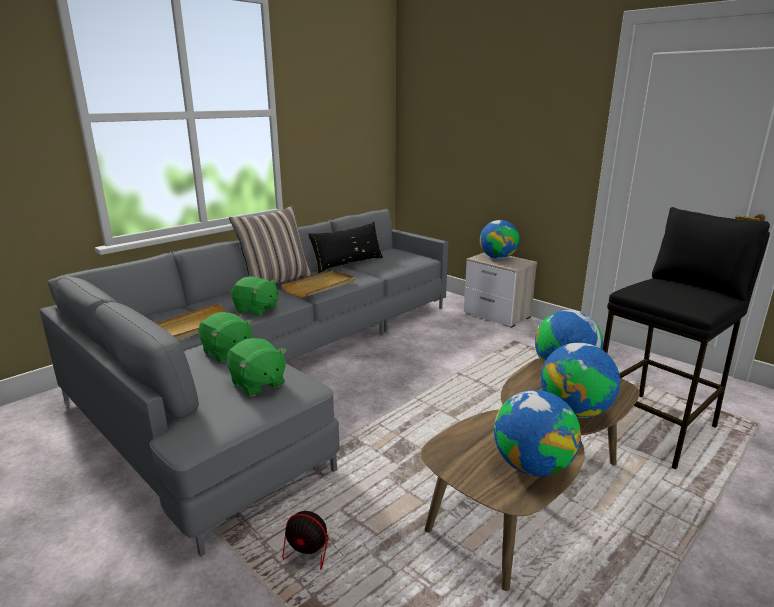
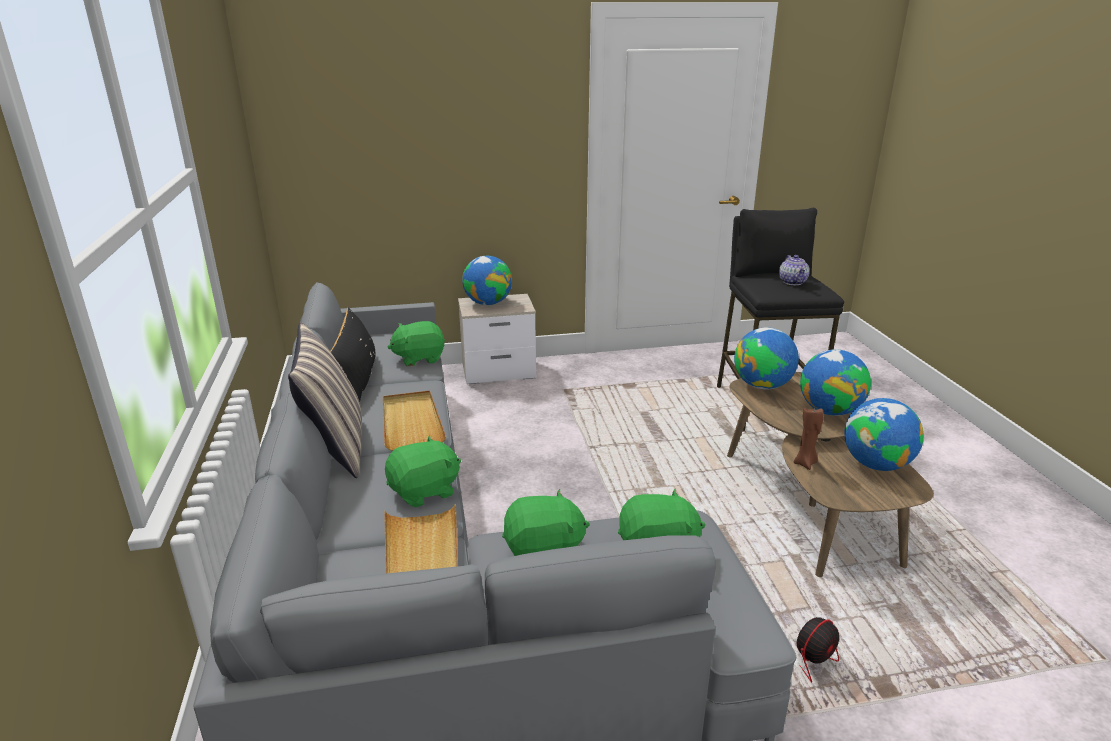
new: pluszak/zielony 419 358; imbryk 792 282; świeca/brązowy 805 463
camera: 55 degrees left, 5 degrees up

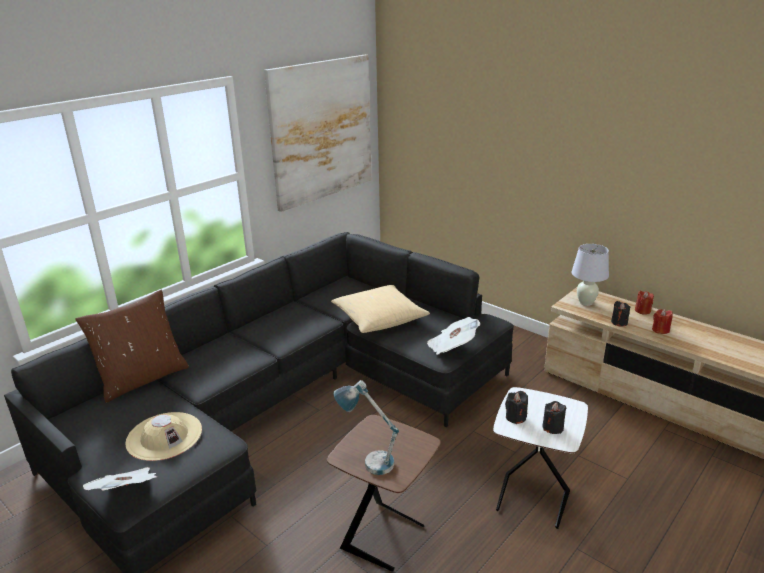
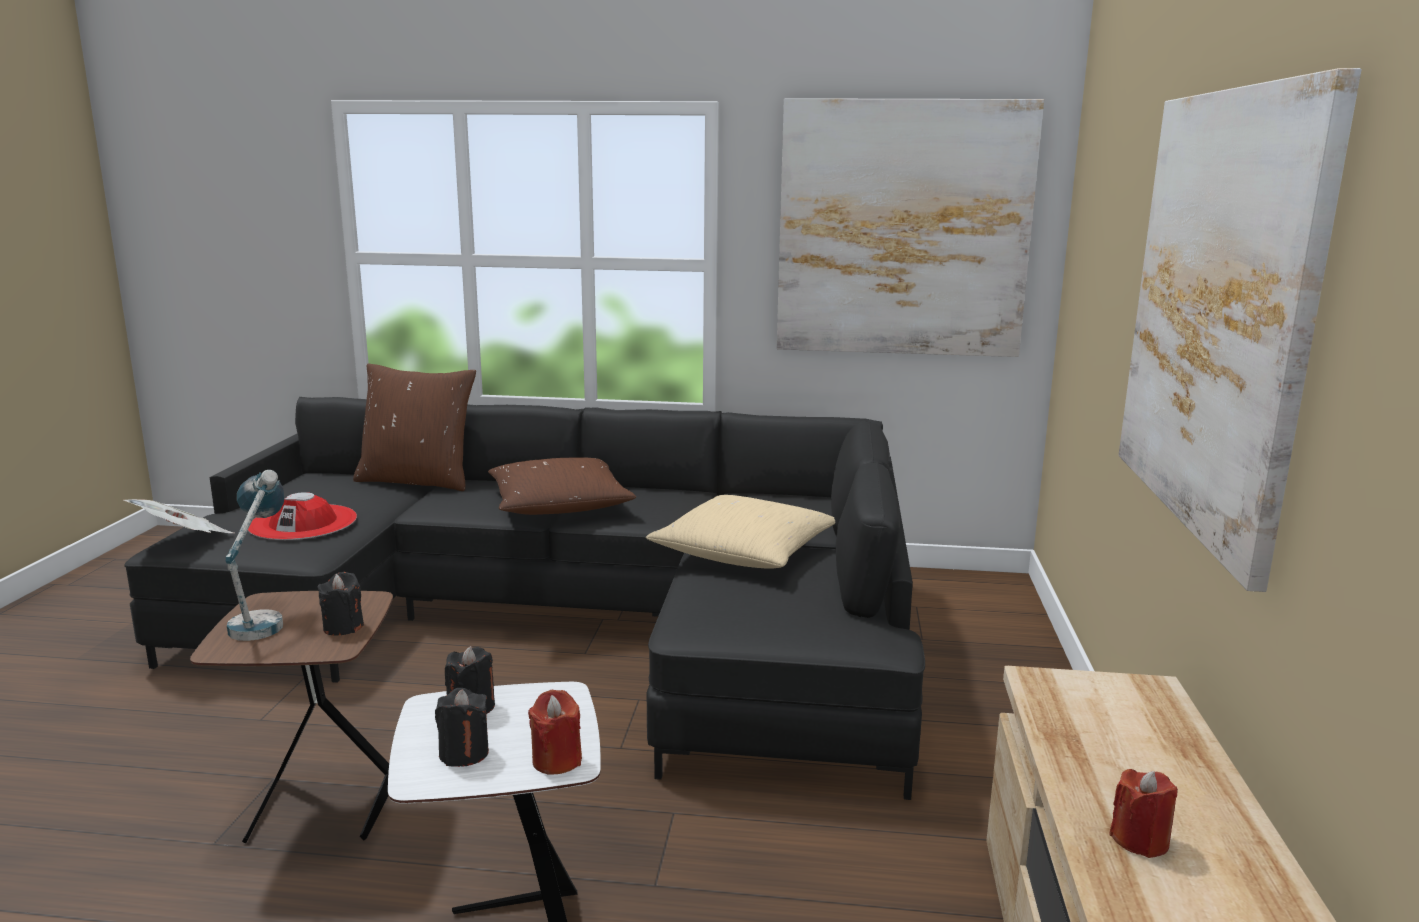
gone: gazeta 452 347; lampa stołowa/biały 586 302
new: poduszka/brązowy 559 505; obraz 1217 312
shifted: świeca/czarny 619 322 to 343 627; świeca/czerwony 642 310 to 557 760
repainted: kapelusz/beżowy 164 436 to kapelusz/czerwony 303 523
camera: 55 degrees right, 10 degrees down

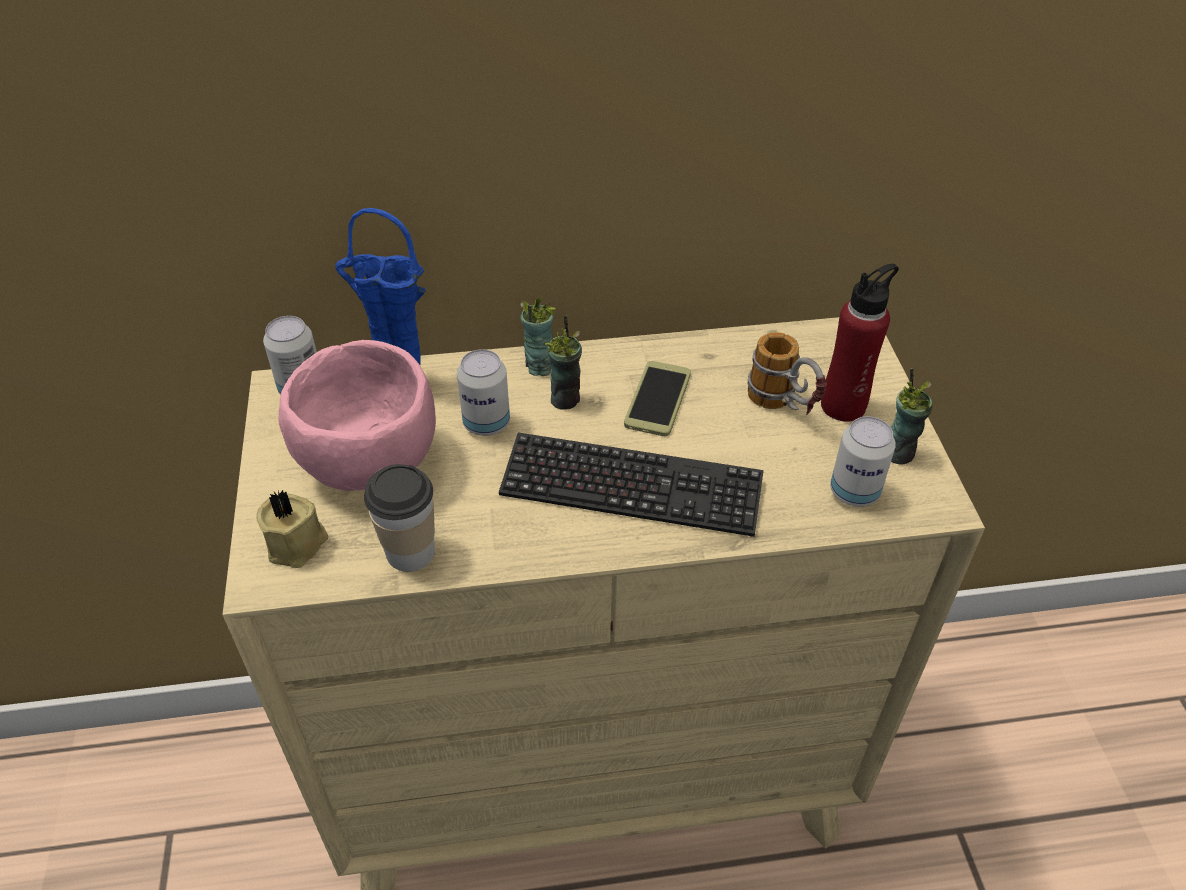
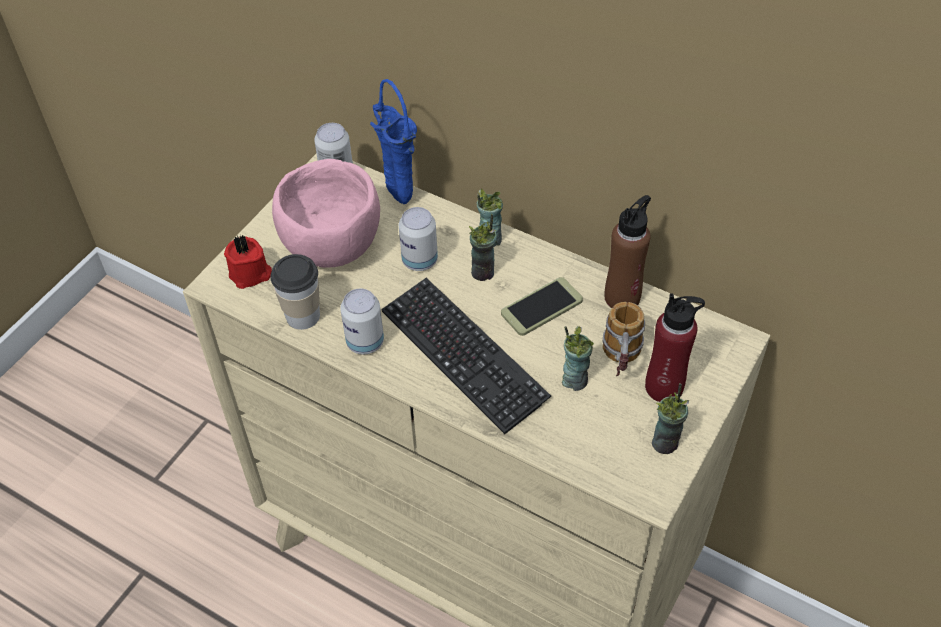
new: filiżanka 574 380; butelka/brązowy 622 297
shifted: puszka 854 492 to 365 342
repainted: świeca/beżowy 298 545 to świeca/czerwony 251 274
camera: 40 degrees right, 5 degrees up

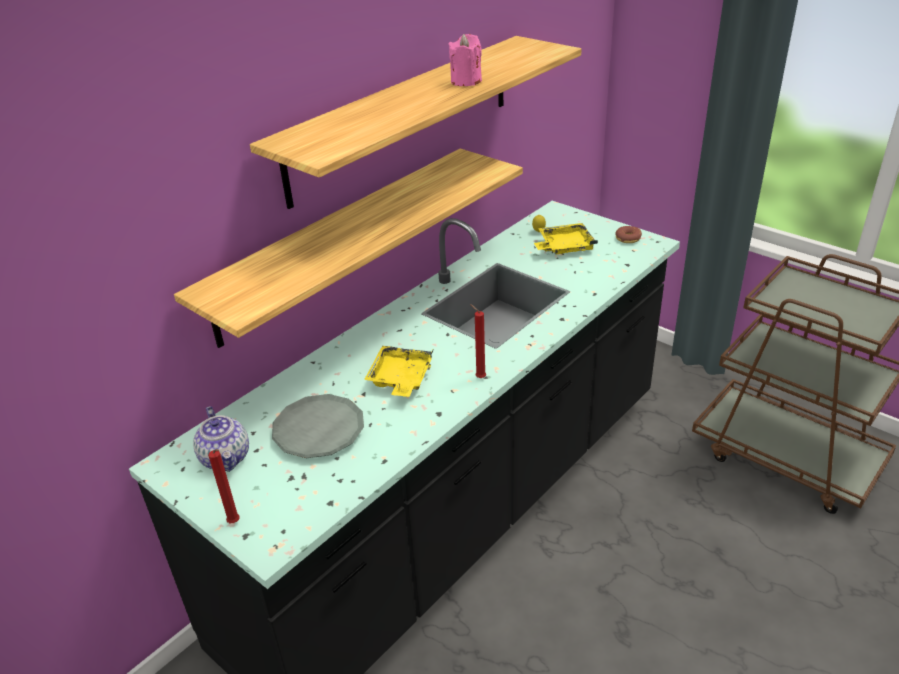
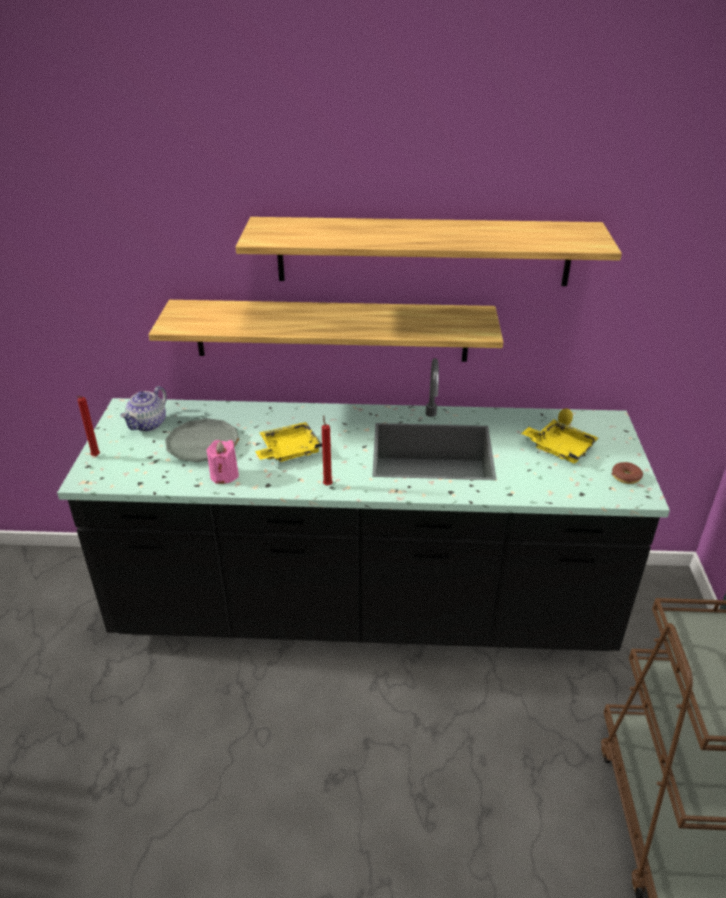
shifted: świeca/różowy 466 81 to 224 475
camera: 50 degrees right, 0 degrees up

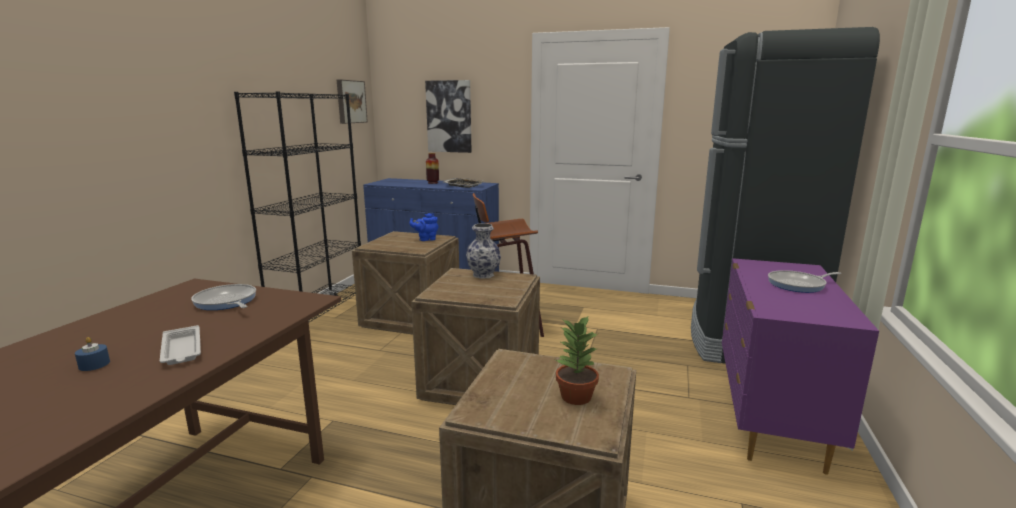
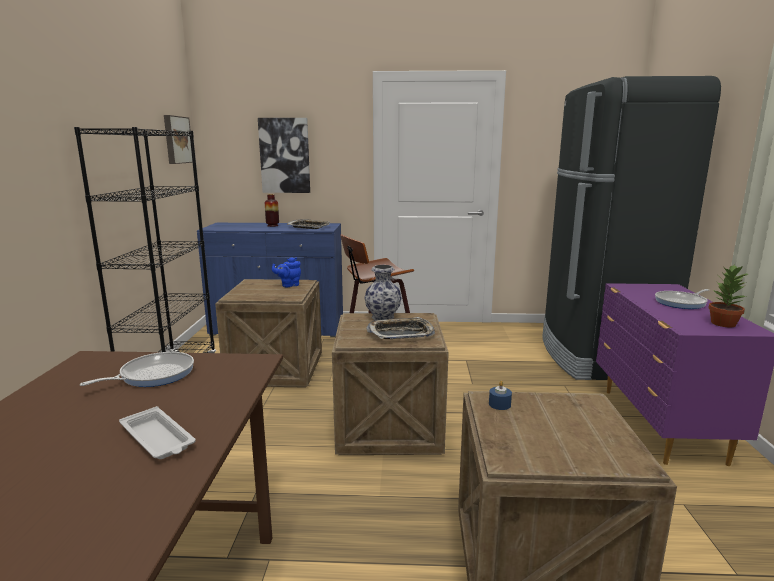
new: taca 401 333
shifted: świeca/niebieski 94 364 to 499 404; roślina doniczkowa 575 397 to 723 324
rotated: patelnia 226 302 = 153 375 105 degrees clockwise
camera: 15 degrees left, 0 degrees up

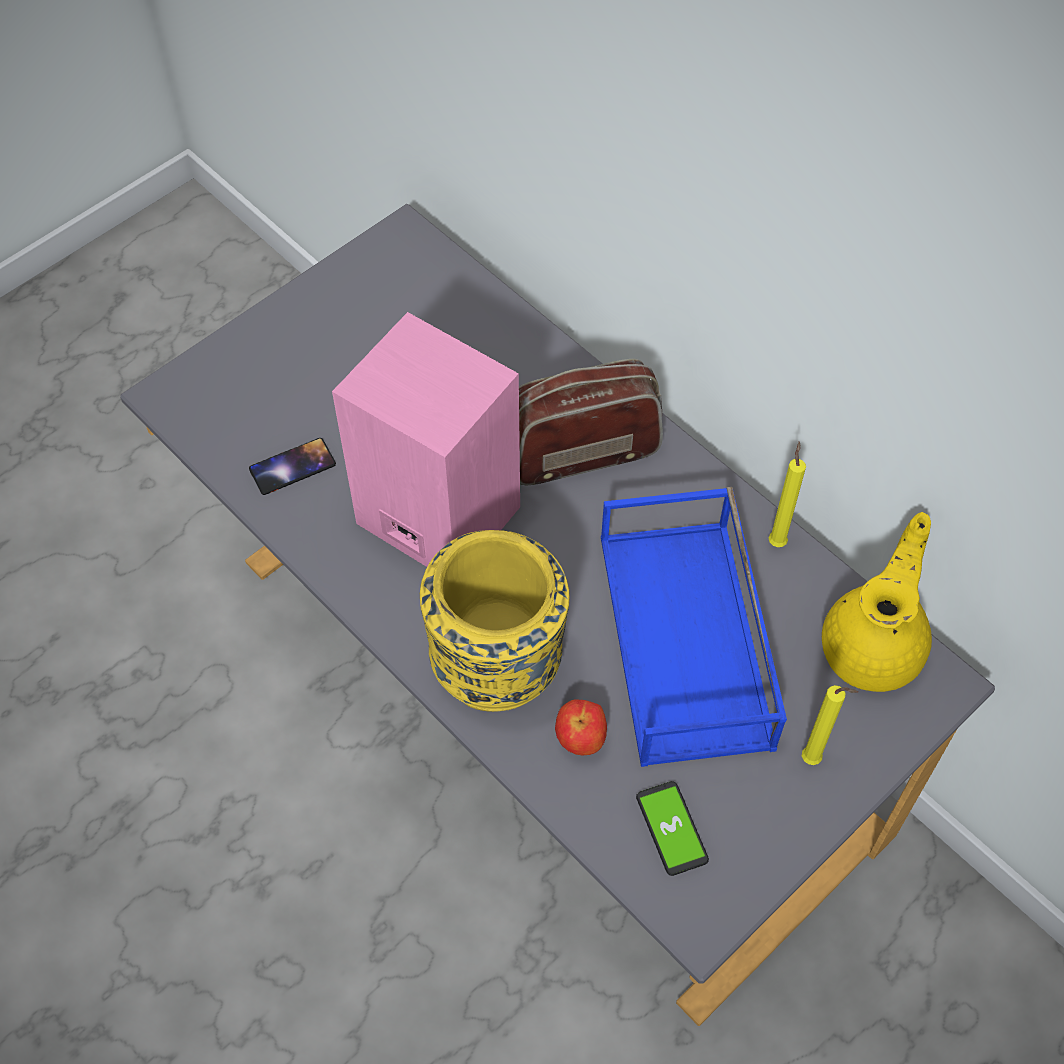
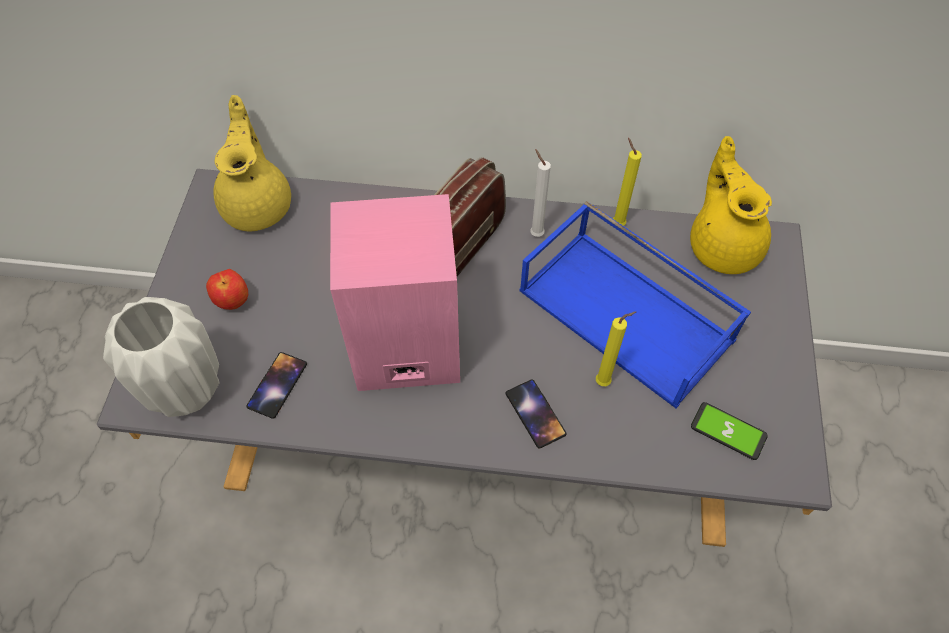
new: wazon/biały 185 390; imbryk/żółty 258 204; świeca/biały 535 233
shifted: jabłko 581 740 to 233 301; świeca/żółty 814 760 to 605 382
swapped: wazon/żółty 497 666 to telefon 535 413
camera: 40 degrees left, 0 degrees up

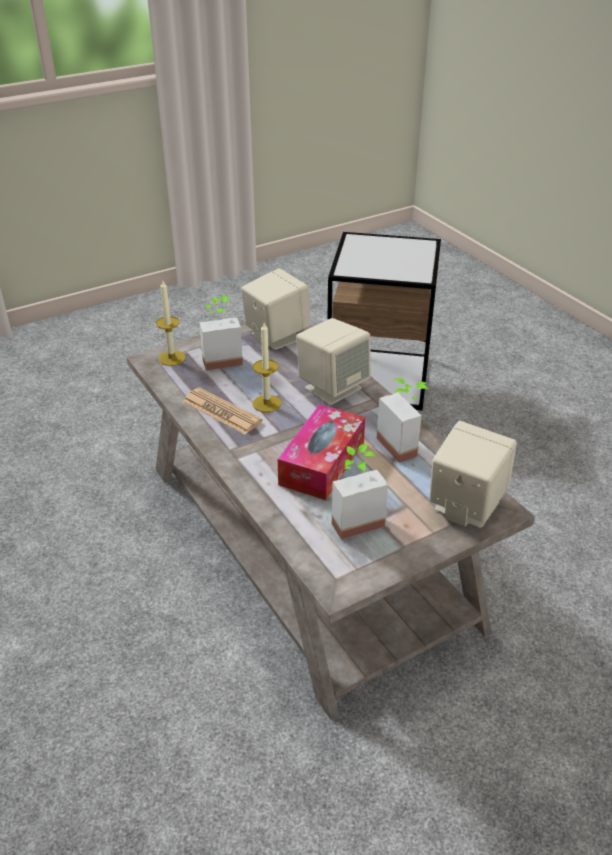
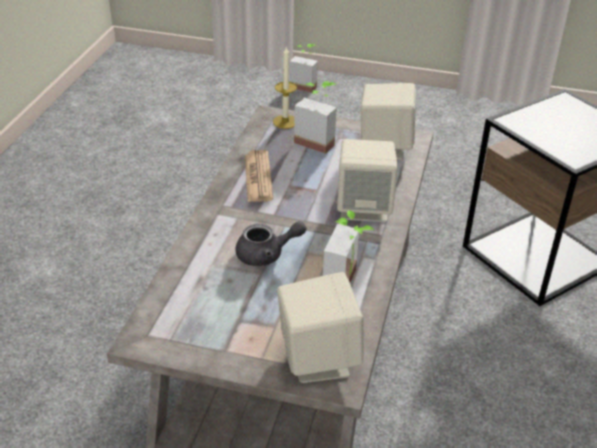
gone: świeca 267 403
shifted: roślina doniczkowa 353 518 to 305 85
swapped: pudełko chusteczek 322 463 to imbryk/szary 266 255
camera: 45 degrees right, 0 degrees up

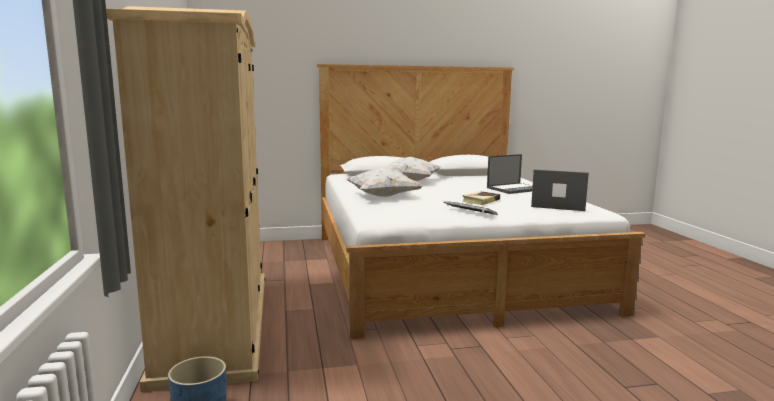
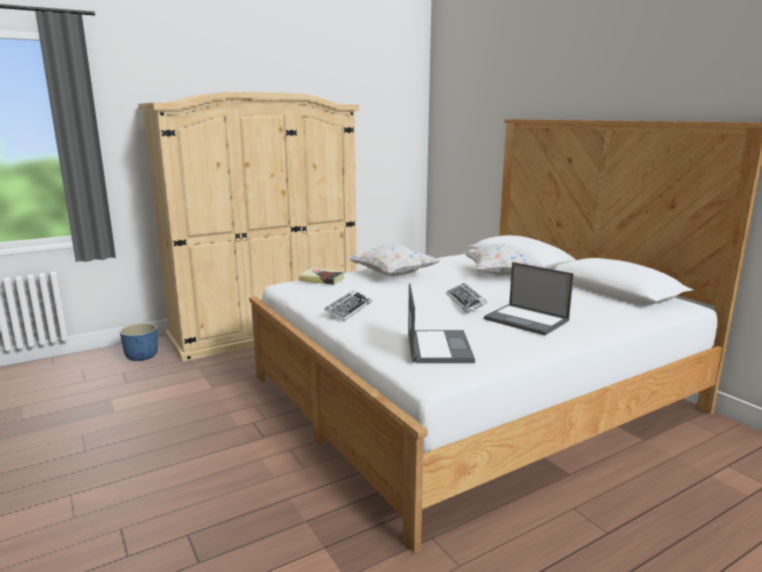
new: klawiatura 466 302
shifted: książka 481 201 to 322 279
camera: 70 degrees right, 5 degrees up

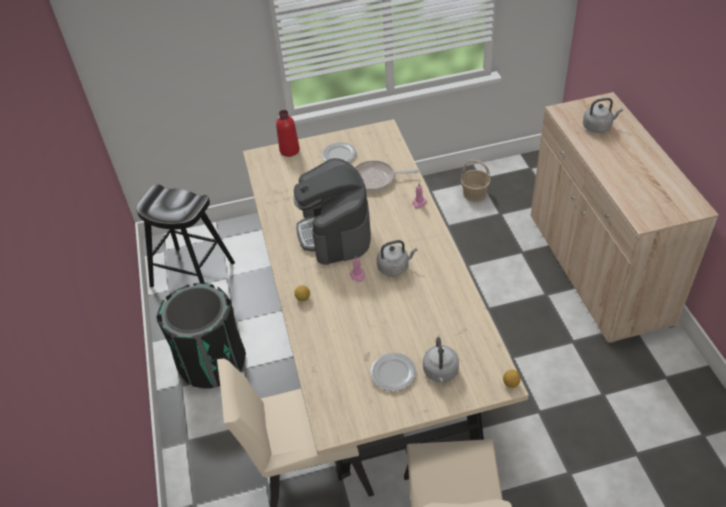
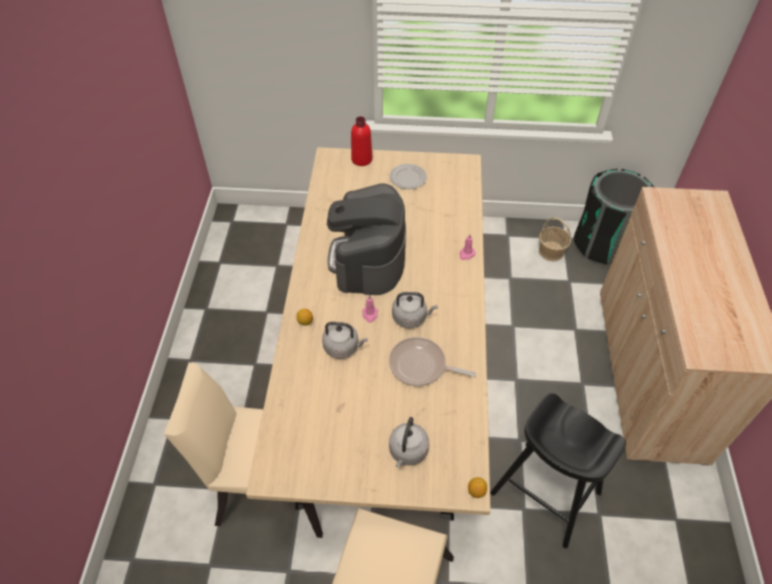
gone: talerz 393 373
shifted: czajnik/szary 598 127 to 343 347; patelnia 376 179 to 421 366; stołek/czarny 193 274 to 546 493; kosz na śmieci/czarny 212 362 to 603 244
camera: 15 degrees right, 5 degrees up

